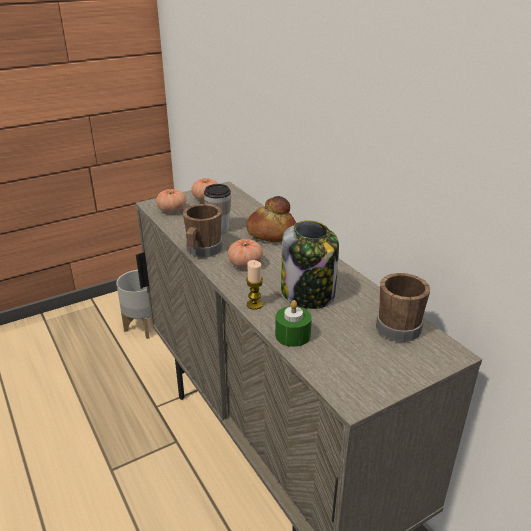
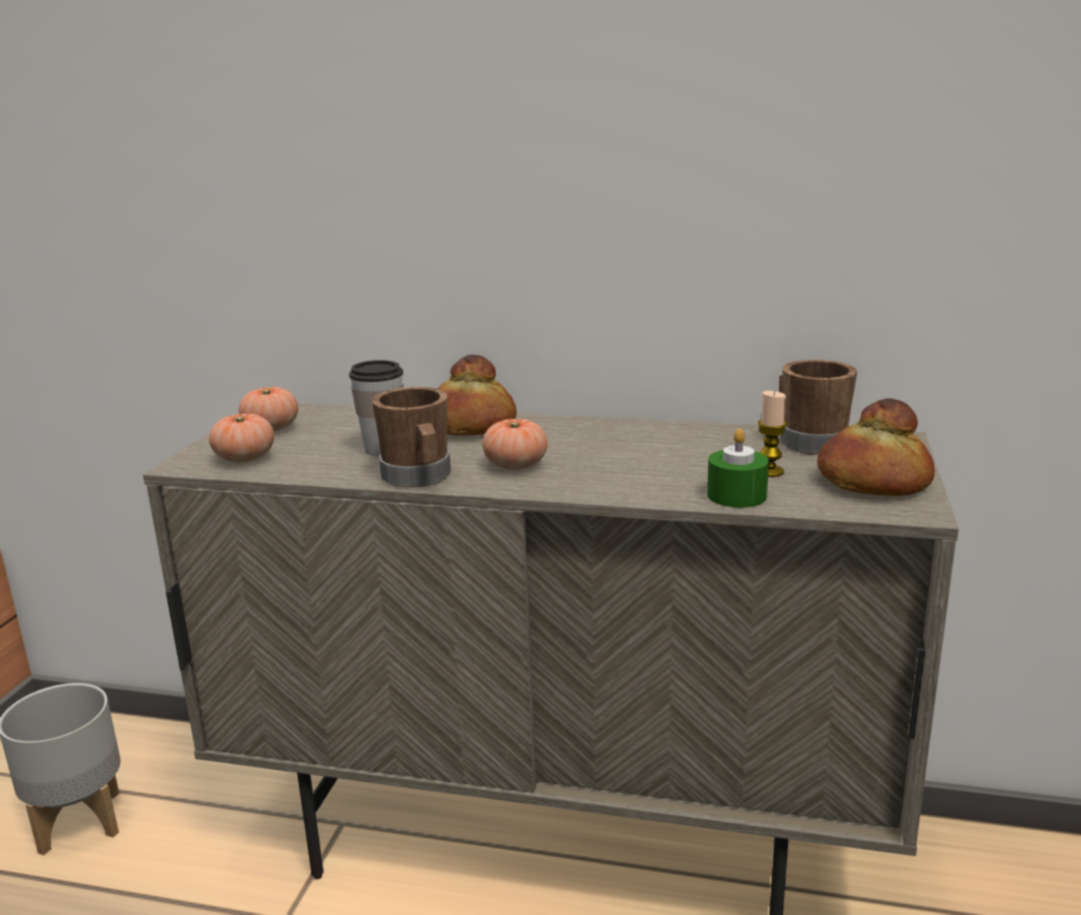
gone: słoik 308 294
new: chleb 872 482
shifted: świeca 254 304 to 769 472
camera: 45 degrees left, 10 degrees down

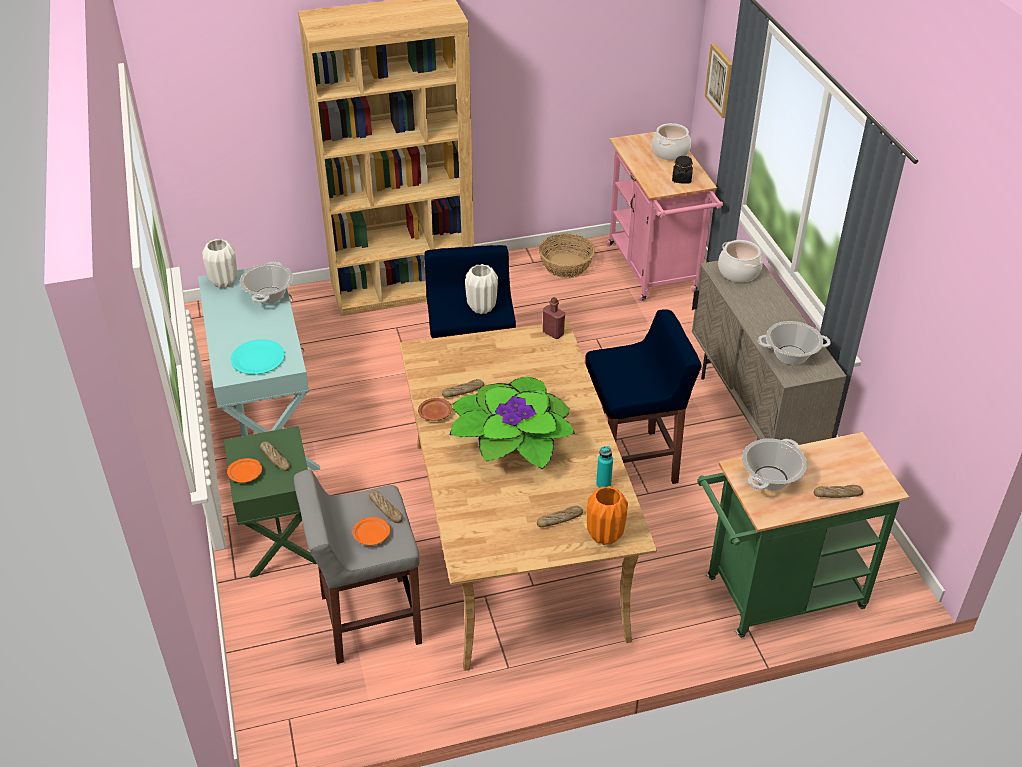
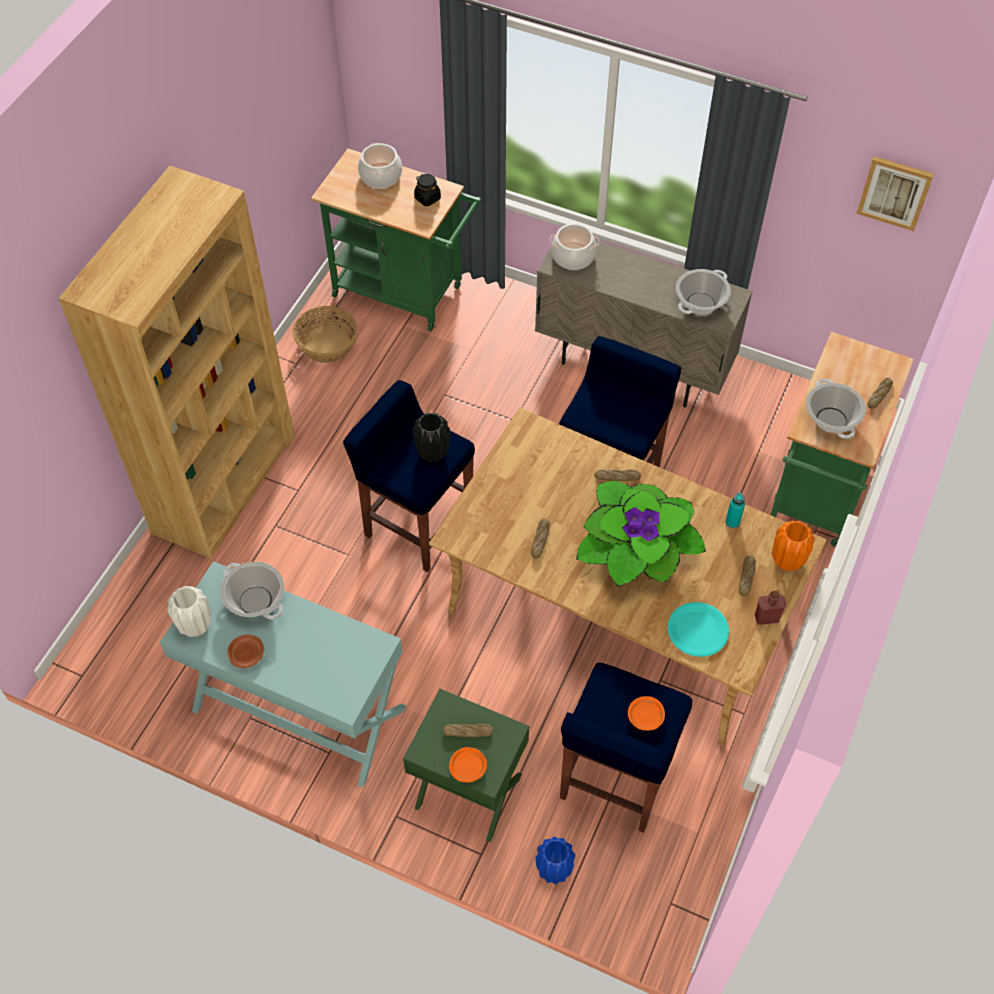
new: wazon/niebieski 554 870
shifted: talerz/brązowy 435 414 to 247 654; chleb 385 509 to 617 477; talerz/turkusowy 258 358 to 697 630; butelka/czerwony 553 333 to 766 617; obraz 720 80 to 895 192
repainted: wózek/różowy 655 273 to wózek/zielony 405 293; wazon/biały 482 308 to wazon/czarny 433 453; stołek/szary 368 619 to stołek/niebieski 615 779
camera: 50 degrees left, 15 degrees up

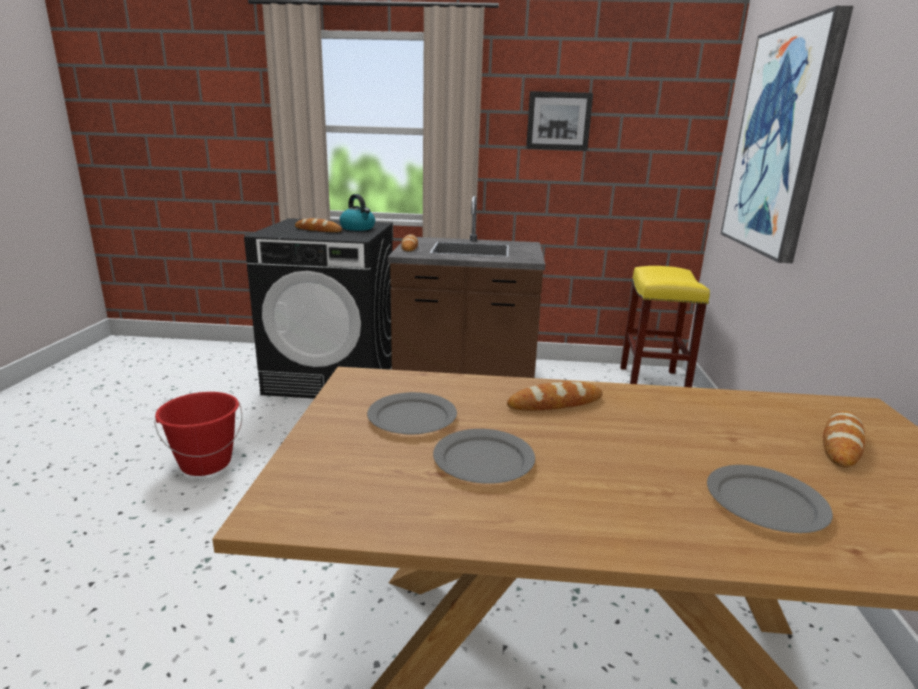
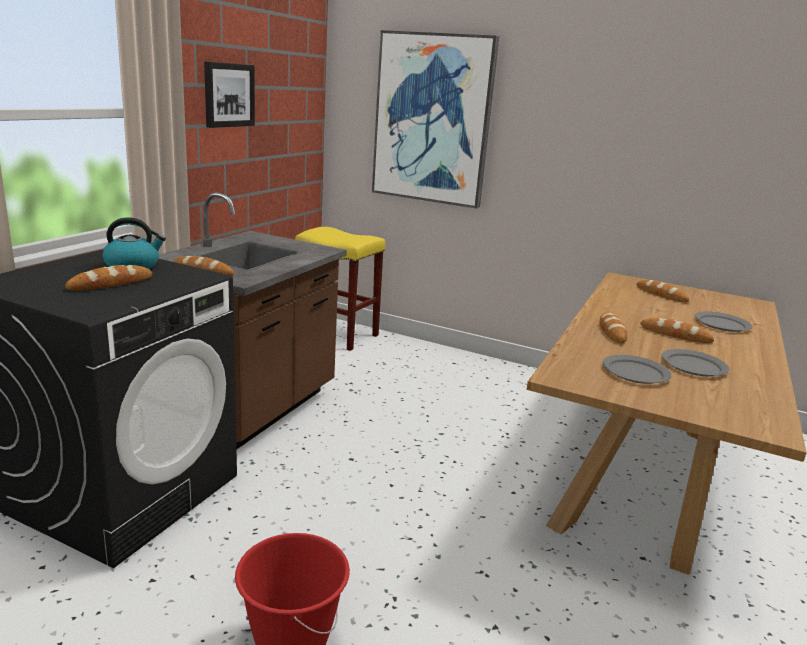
new: chleb 675 334
camera: 70 degrees left, 0 degrees up

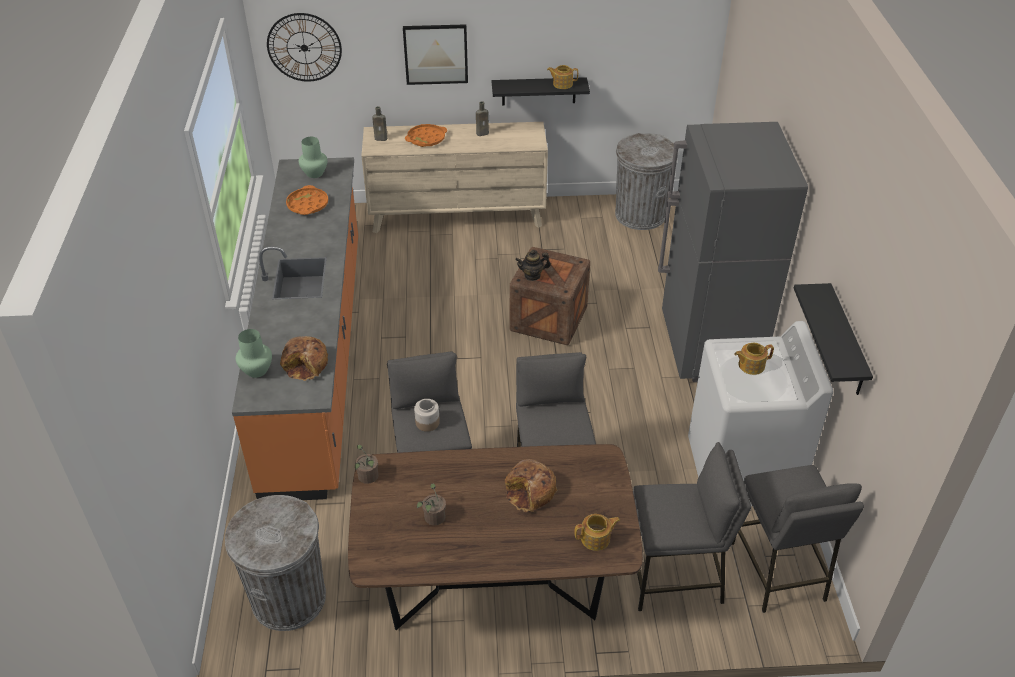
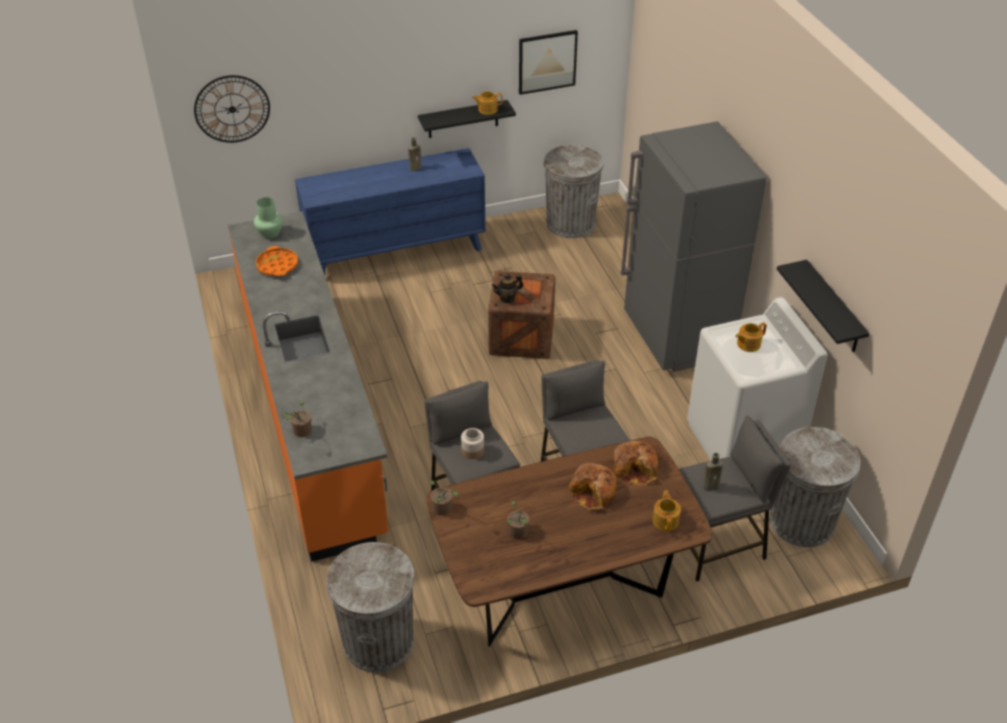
gone: taca/pomarańczowy 426 139
shifted: obraz 436 54 to 547 61; chleb 306 364 to 635 468; butelka/brązowy 382 138 to 712 486
swapped: wazon/zielony 257 370 to roślina doniczkowa 301 432; stołek/szary 777 571 to kosz na śmieci/szary 801 522
repainted: komoda/beżowy 457 215 to komoda/niebieski 396 252
rotated: imbryk 596 539 = 666 520 60 degrees counterclockwise
camera: 15 degrees left, 0 degrees up

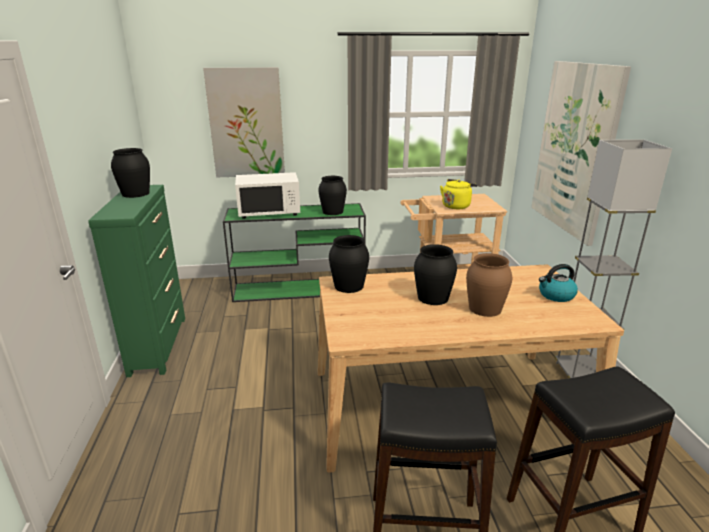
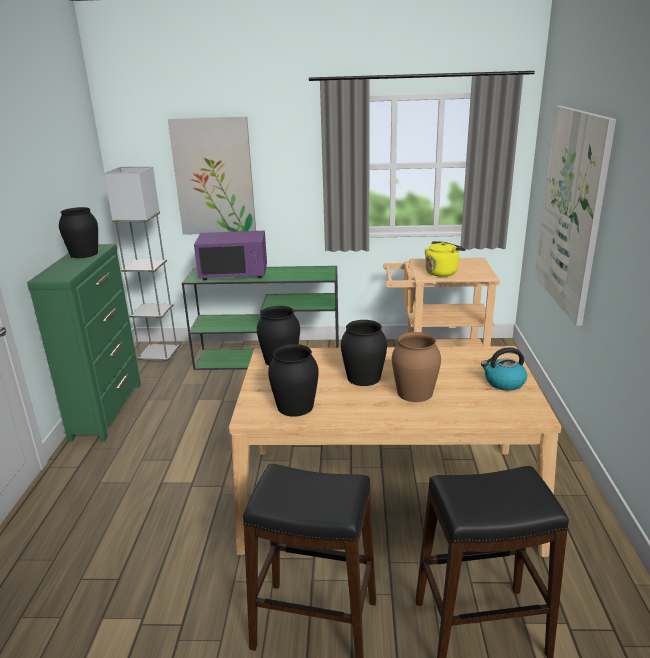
shifted: lampa stojąca/szary 580 373 to 159 357; wazon/czarny 333 212 to 295 406
repainted: mikrofalówka/biały 269 212 to mikrofalówka/fioletowy 234 273
camera: 10 degrees right, 0 degrees up

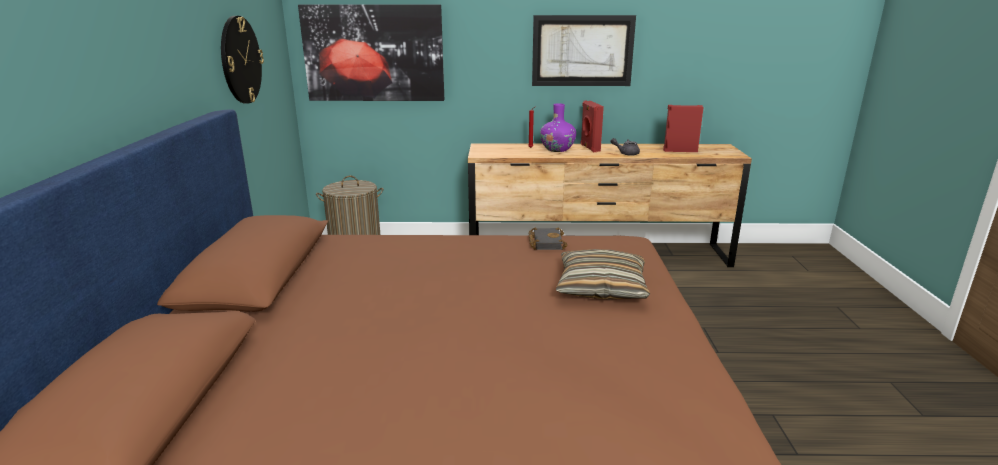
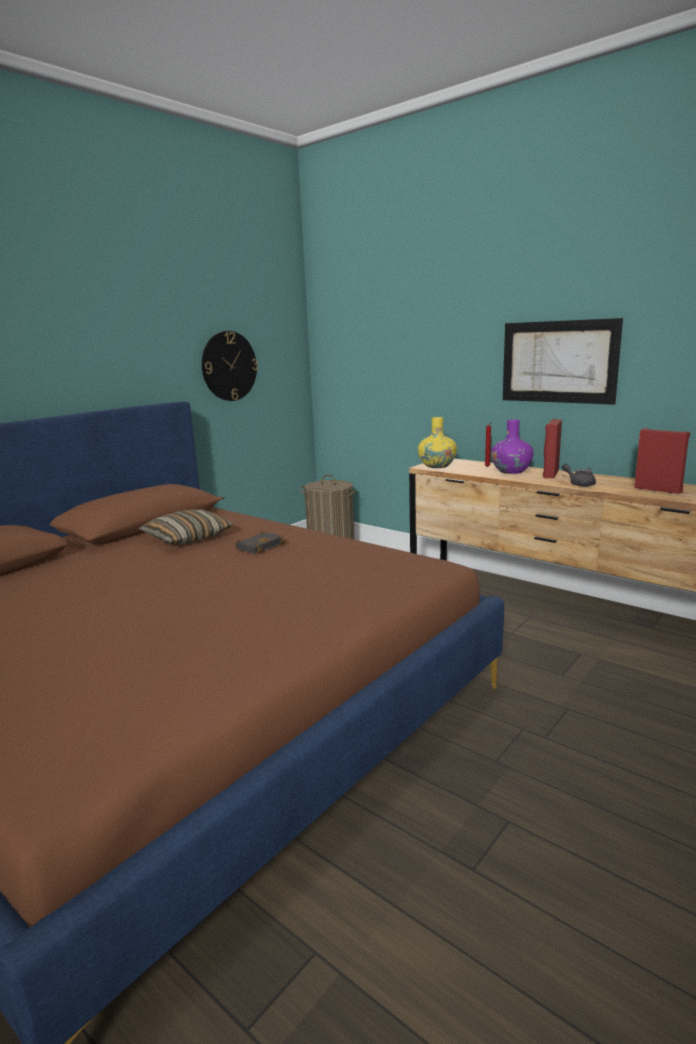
gone: obraz 374 53
new: wazon/żółty 437 466
shifted: poduszka 601 287 to 187 538; książka/czarny 545 242 to 260 546
camera: 40 degrees right, 5 degrees down

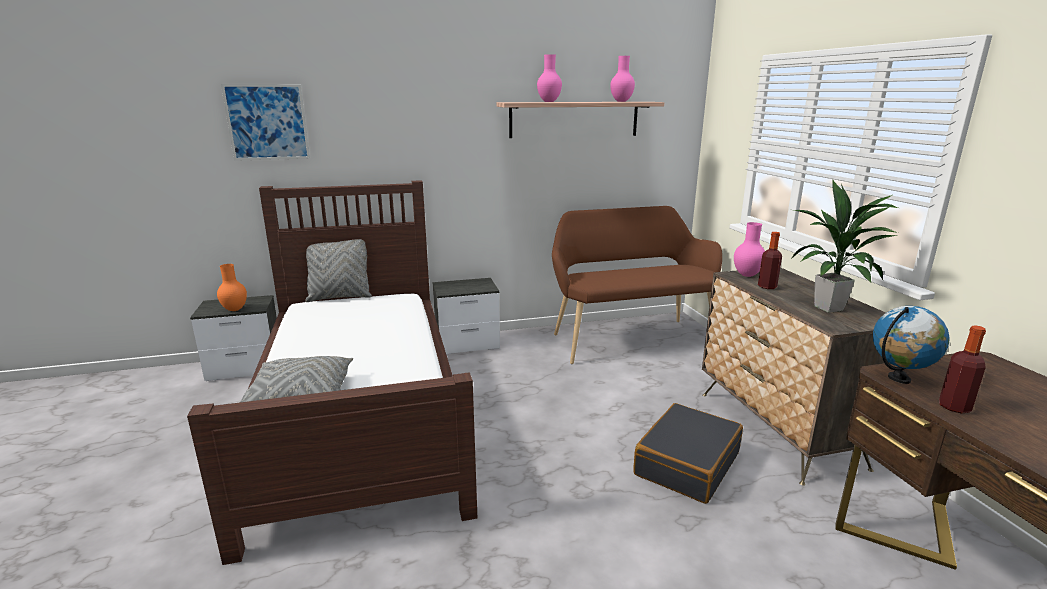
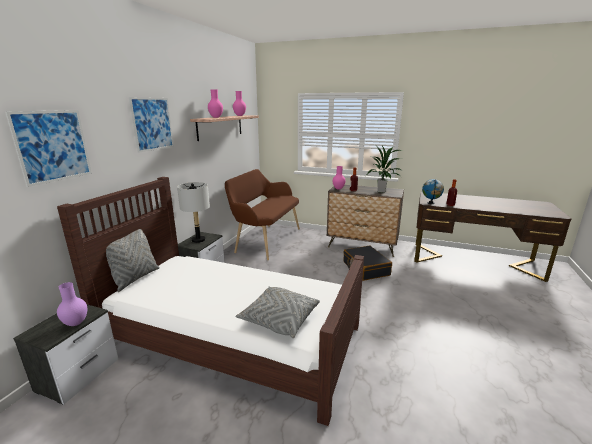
new: obraz 152 124; lampa stołowa/szary 198 240
repainted: wazon/pomarańczowy 235 309 to wazon/fioletowy 75 323
camera: 55 degrees left, 0 degrees up

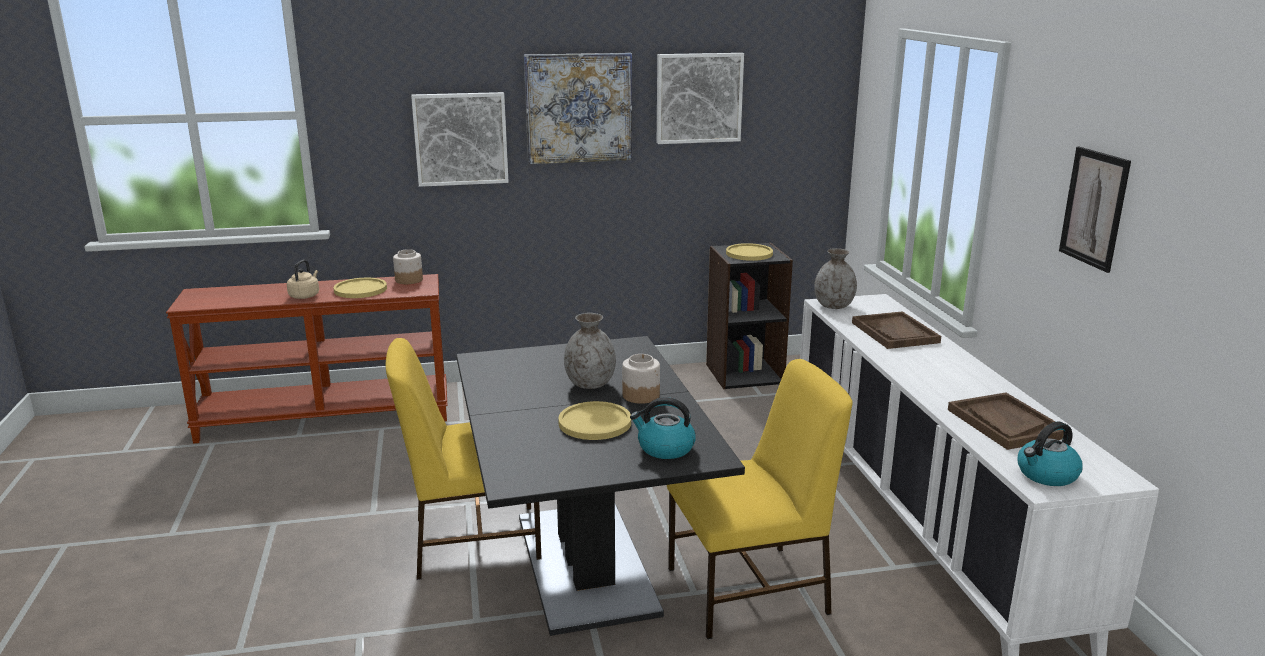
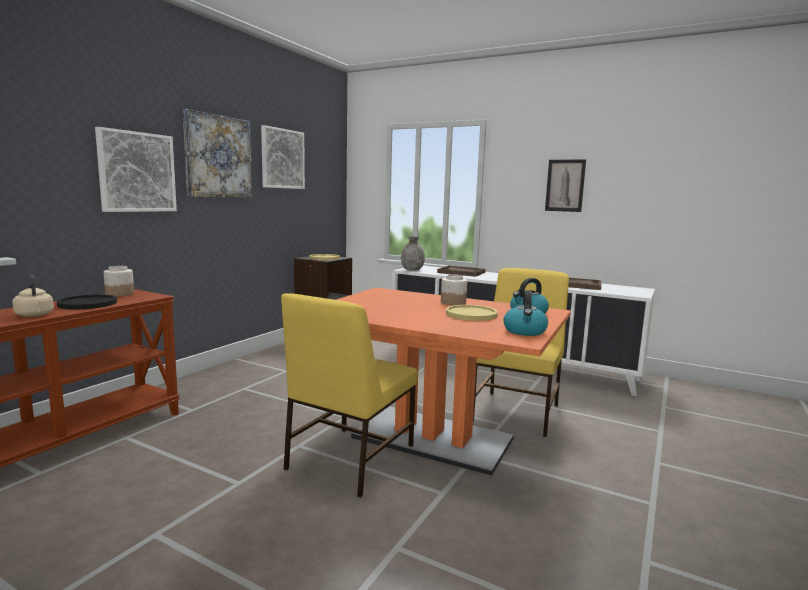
gone: wazon/szary 590 384
shifted: czajnik 1046 475 to 525 331
repainted: talerz/żółty 360 289 to talerz/czarny 87 303; stół jadalny/czarny 585 564 to stół jadalny/pomarańczowy 432 438
camera: 50 degrees left, 10 degrees down

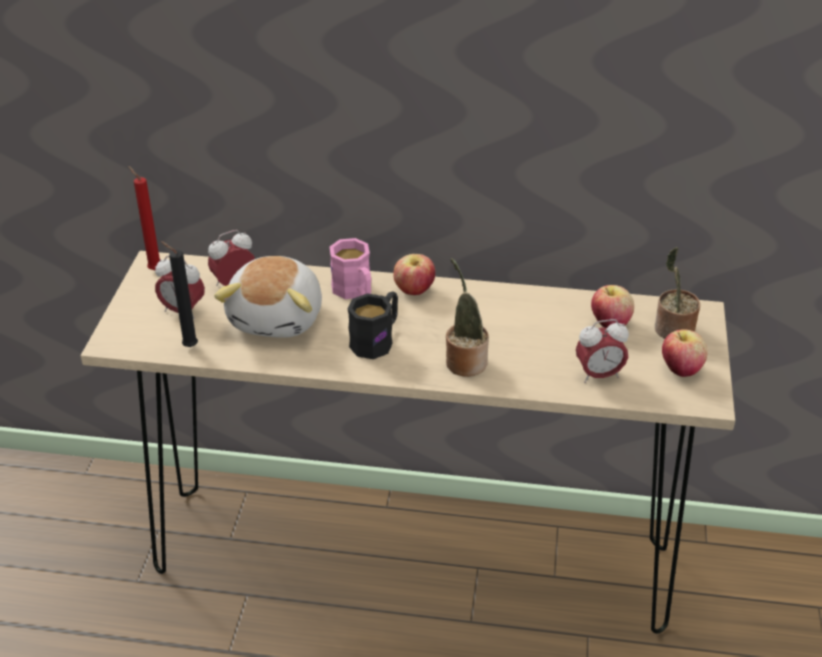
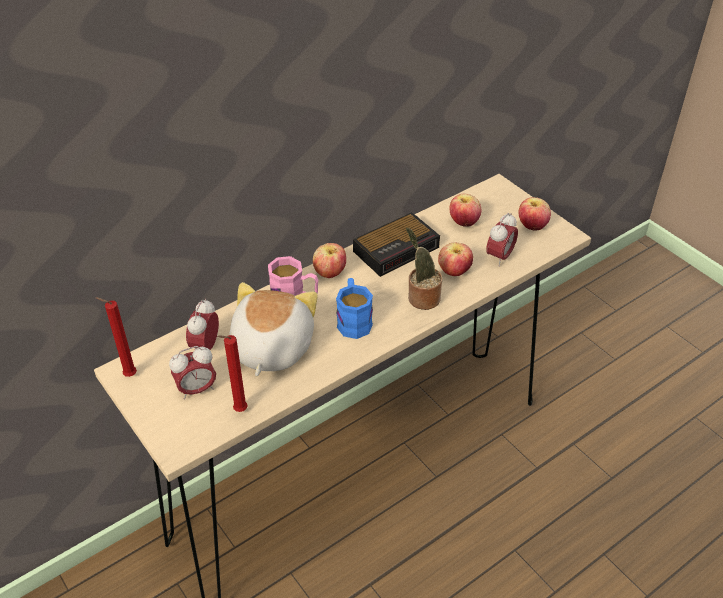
gone: roślina doniczkowa 672 330
new: budzik 397 248; jabłko 454 271
repainted: świeca/czarny 188 346 to świeca/czerwony 238 411; kubek/czarny 377 340 to kubek/niebieski 353 320
rotated: pluszak 278 317 = 270 348 135 degrees counterclockwise
camera: 45 degrees left, 5 degrees up

